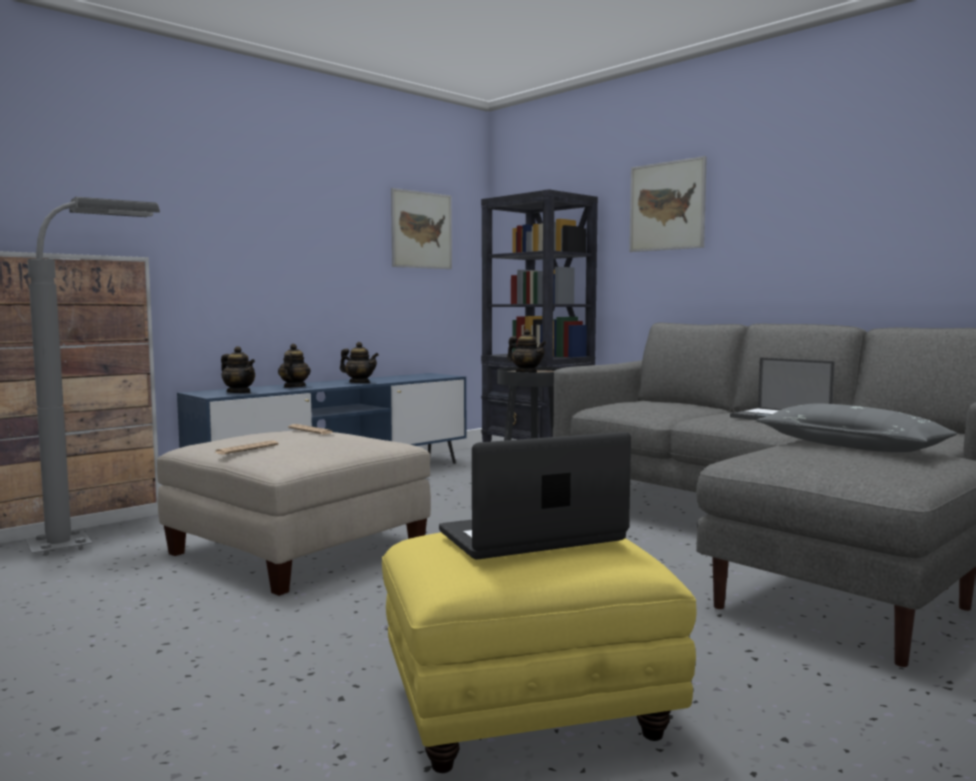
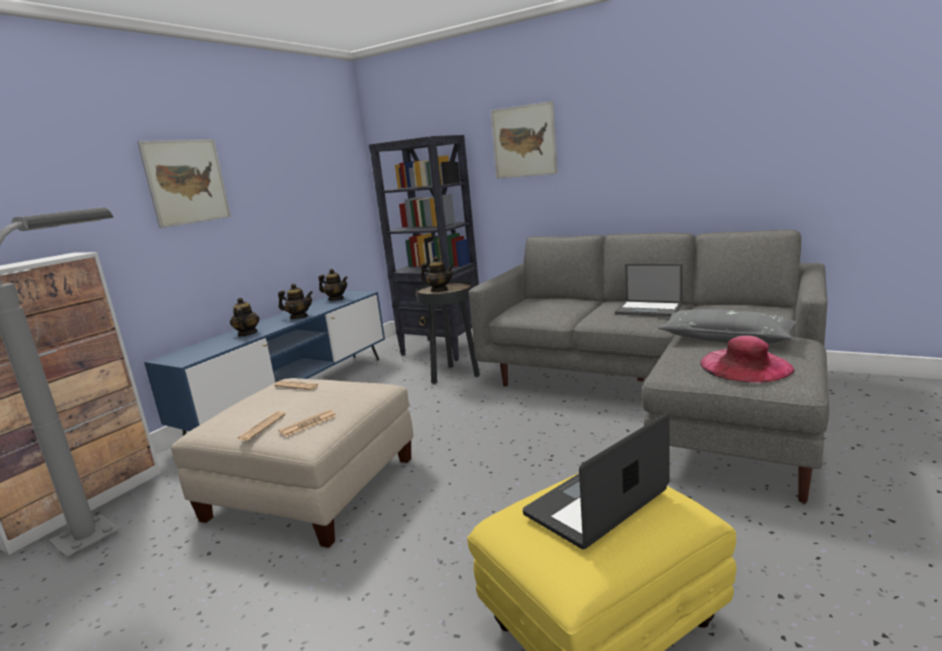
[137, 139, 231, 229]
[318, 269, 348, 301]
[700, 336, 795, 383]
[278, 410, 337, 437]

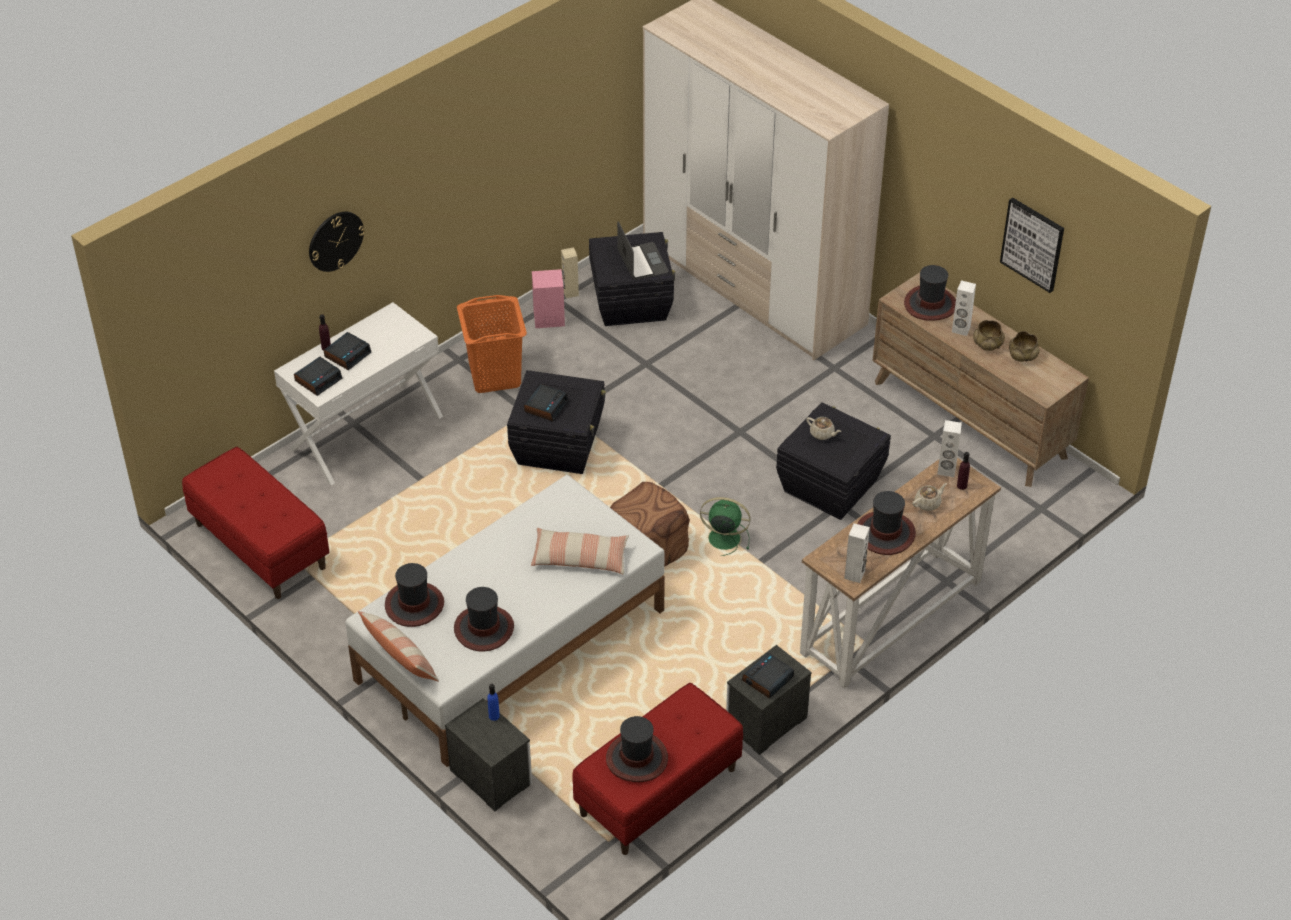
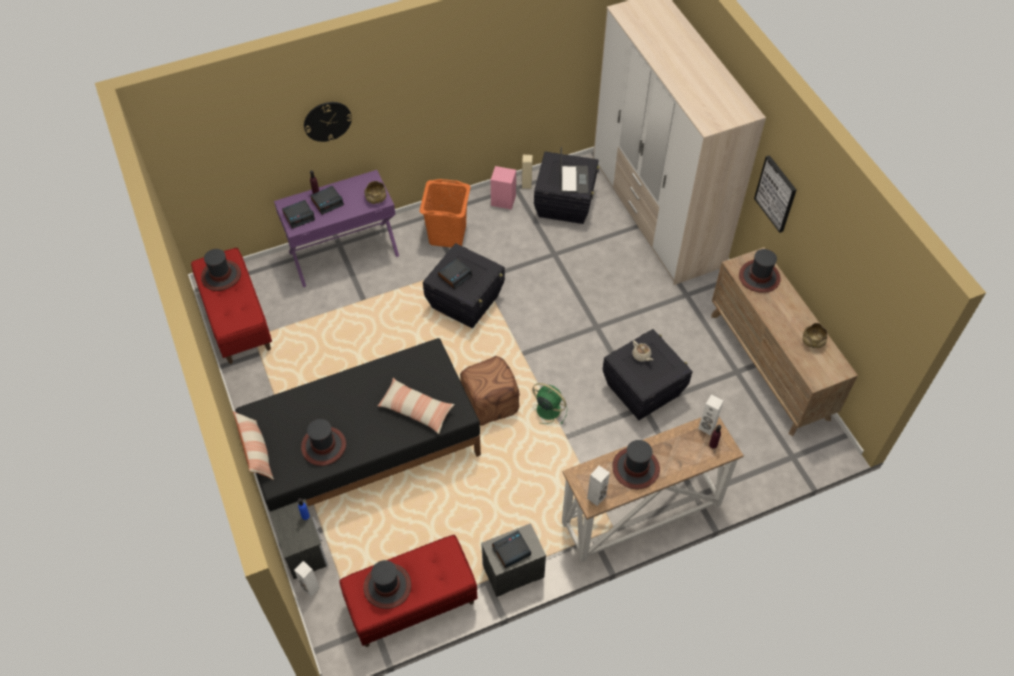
[754, 155, 796, 233]
[294, 561, 320, 597]
[274, 170, 399, 287]
[364, 181, 386, 204]
[236, 338, 481, 511]
[912, 483, 947, 511] (first image)
[201, 249, 241, 291]

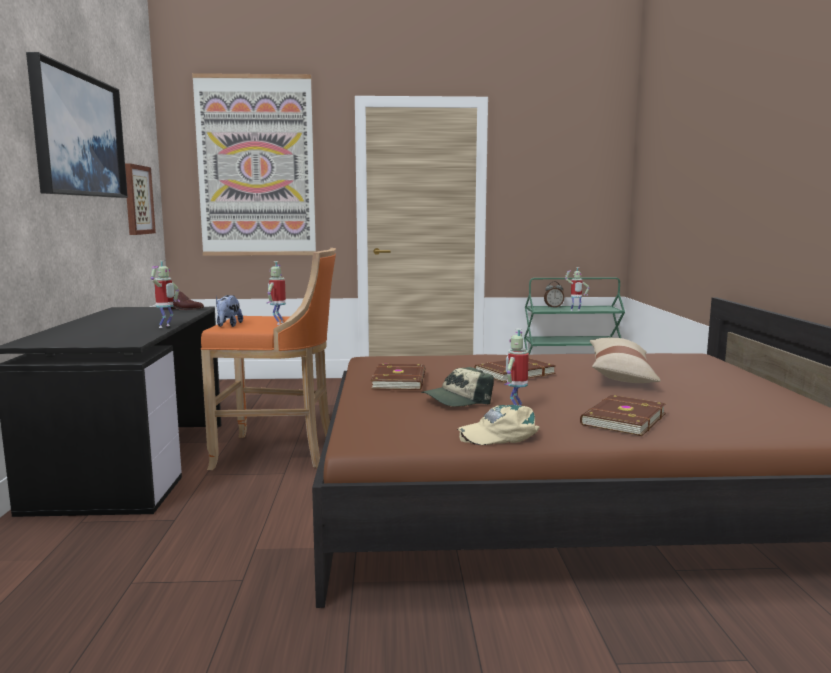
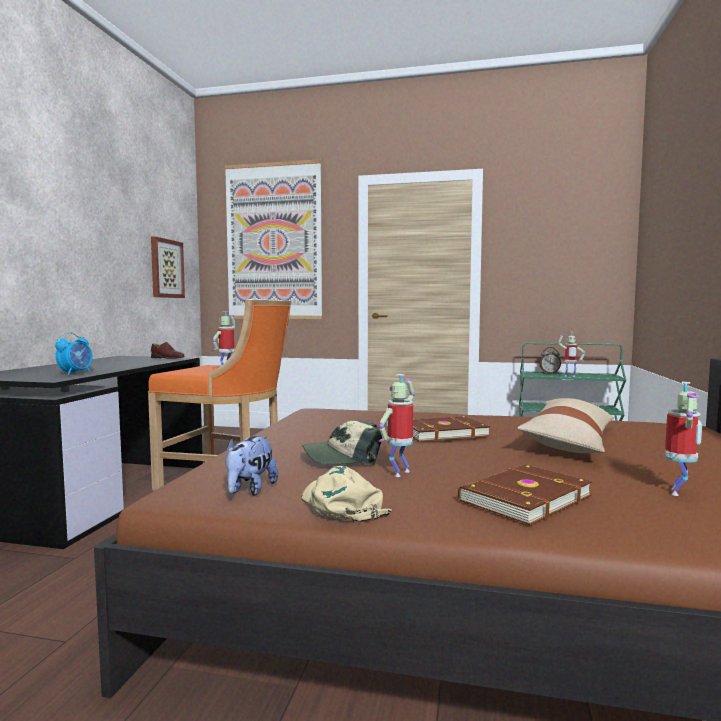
[26, 52, 128, 198] (first image)
[665, 382, 702, 496]
[226, 436, 278, 496]
[371, 364, 425, 390] (first image)
[301, 466, 391, 522]
[55, 332, 93, 375]

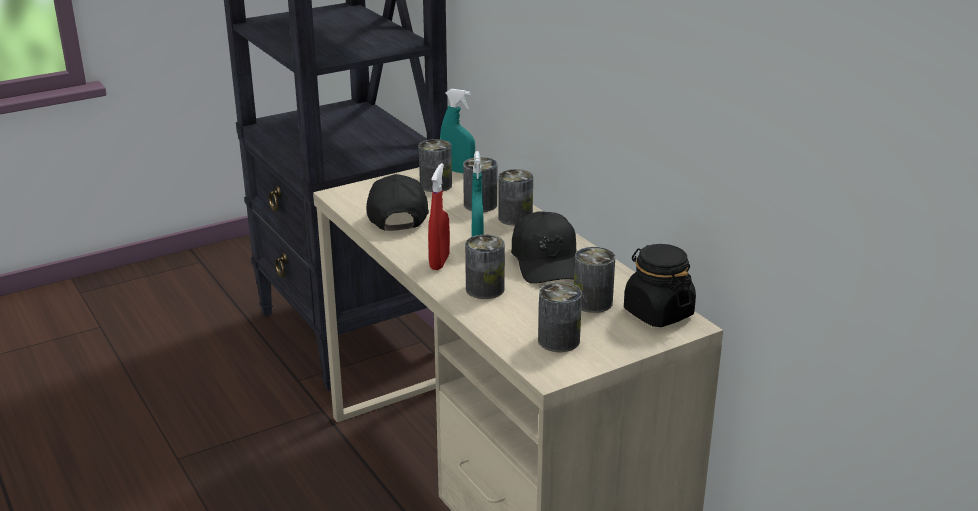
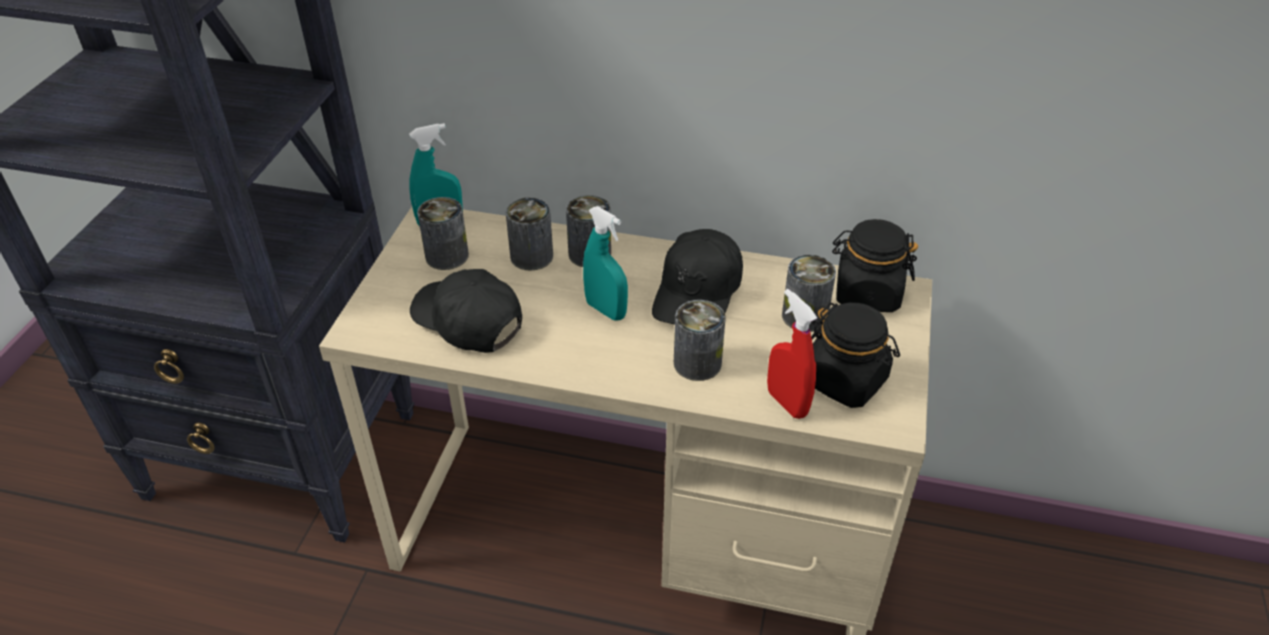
[767, 289, 817, 419]
[652, 229, 743, 324]
[811, 302, 900, 408]

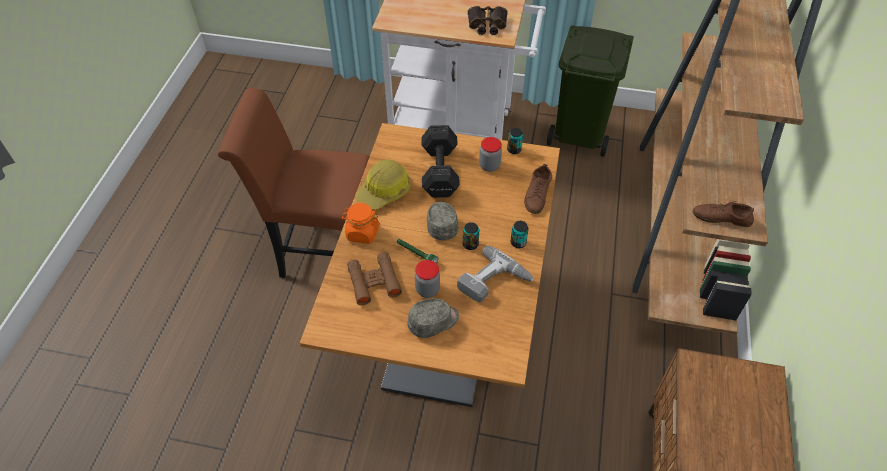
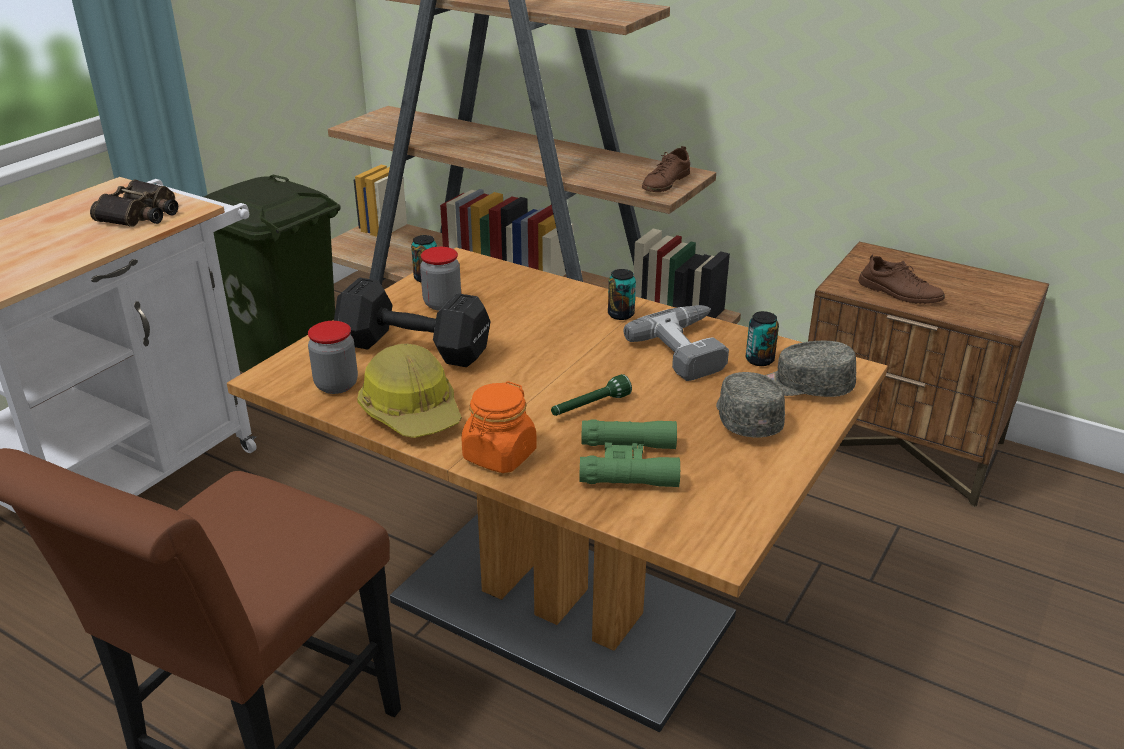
[858, 254, 945, 304]
[765, 341, 856, 397]
[746, 311, 779, 366]
[579, 419, 680, 487]
[308, 321, 358, 394]

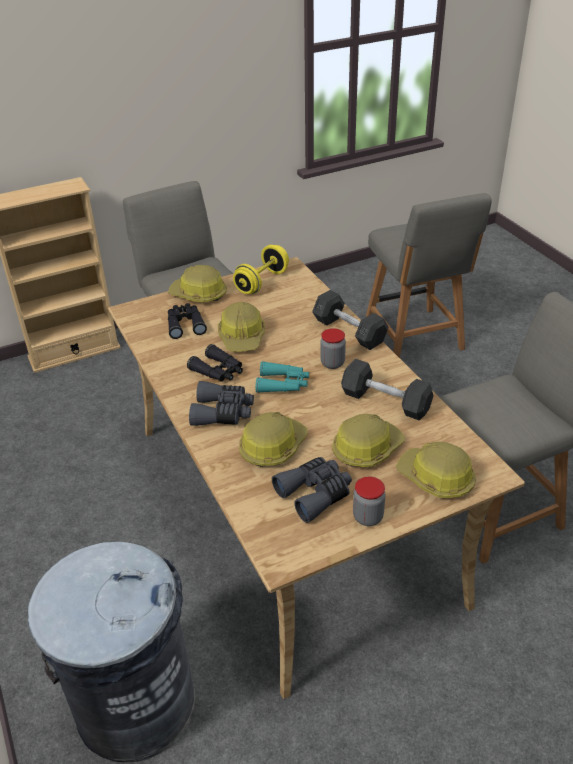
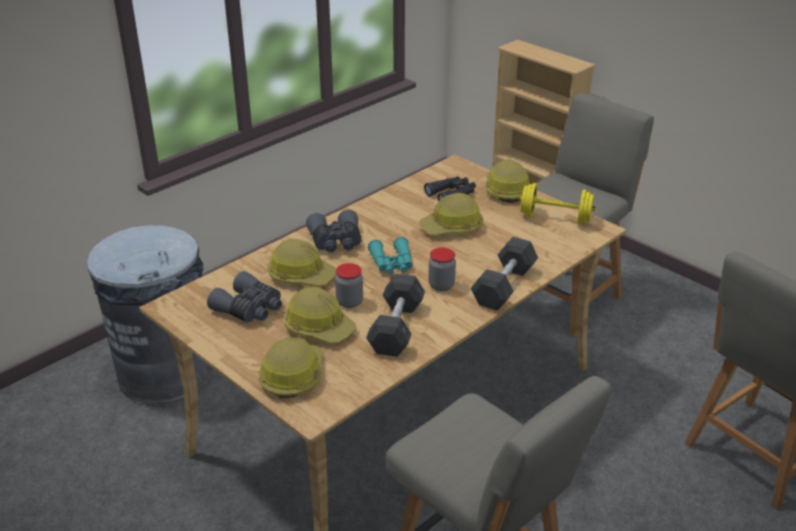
[187, 344, 243, 382] (first image)
[335, 263, 363, 308]

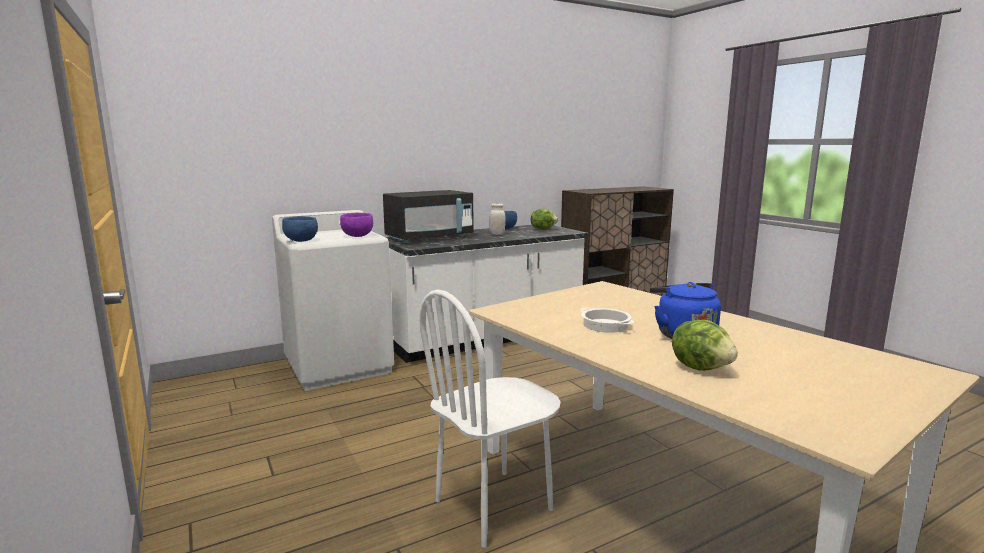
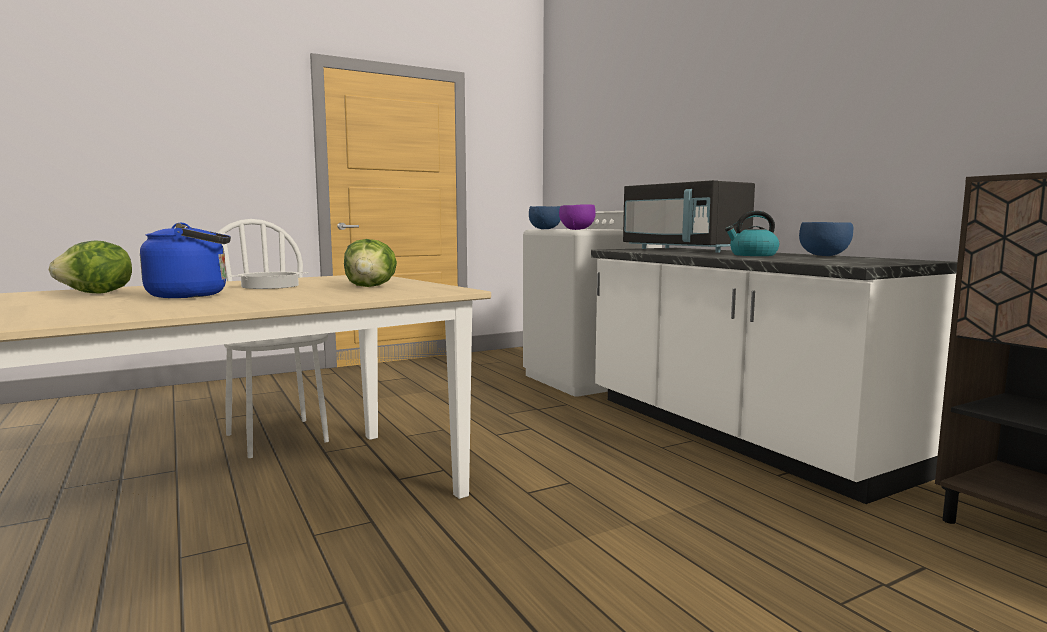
[725, 211, 779, 256]
[344, 239, 397, 287]

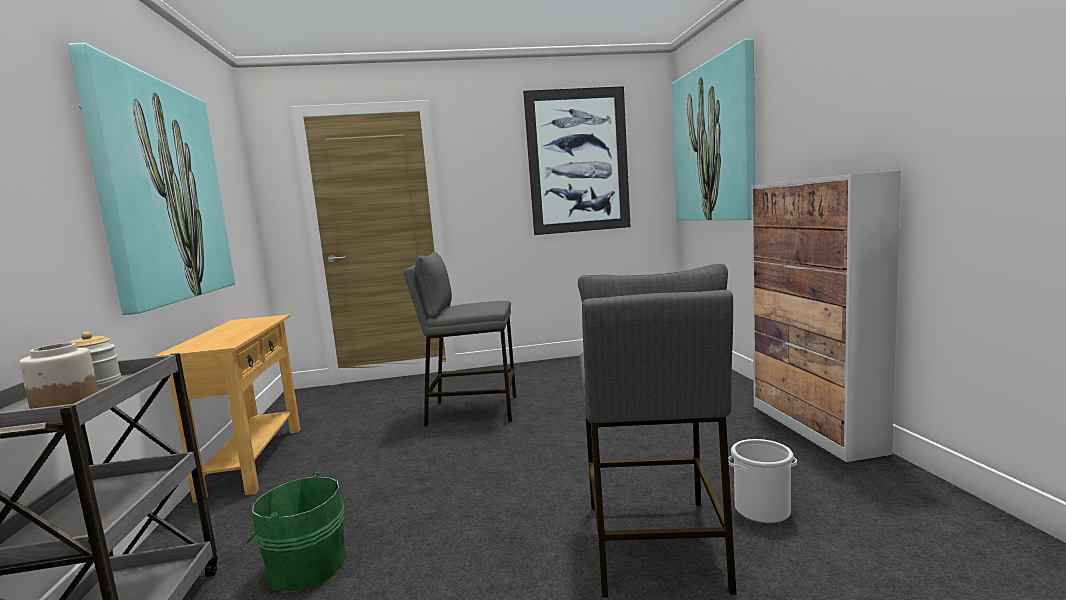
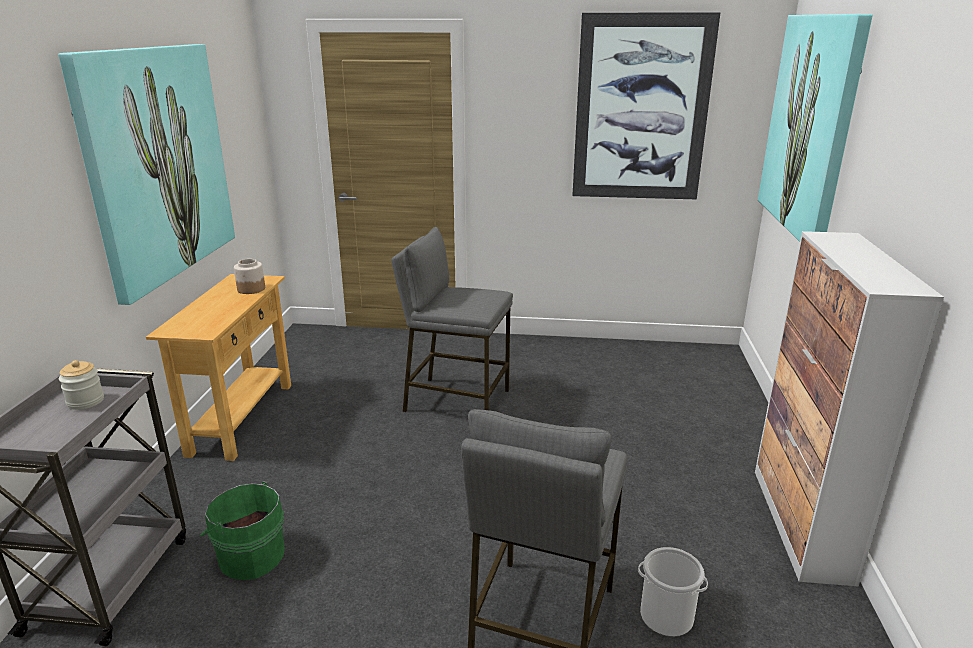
[234, 259, 265, 294]

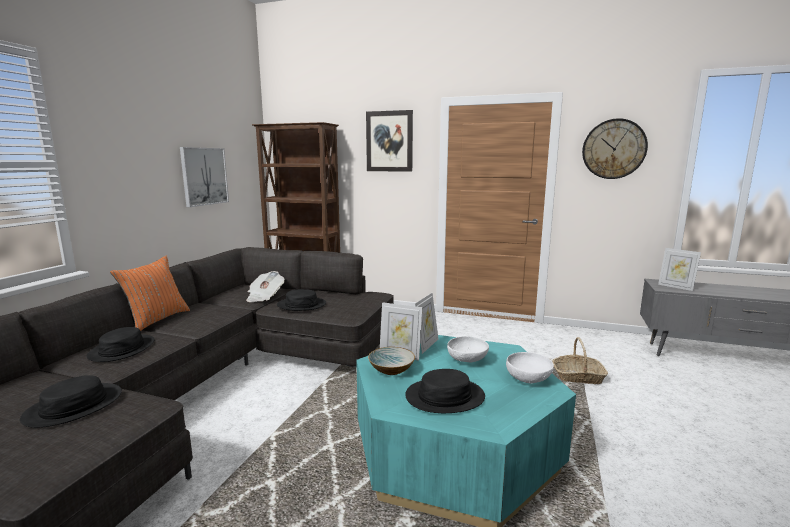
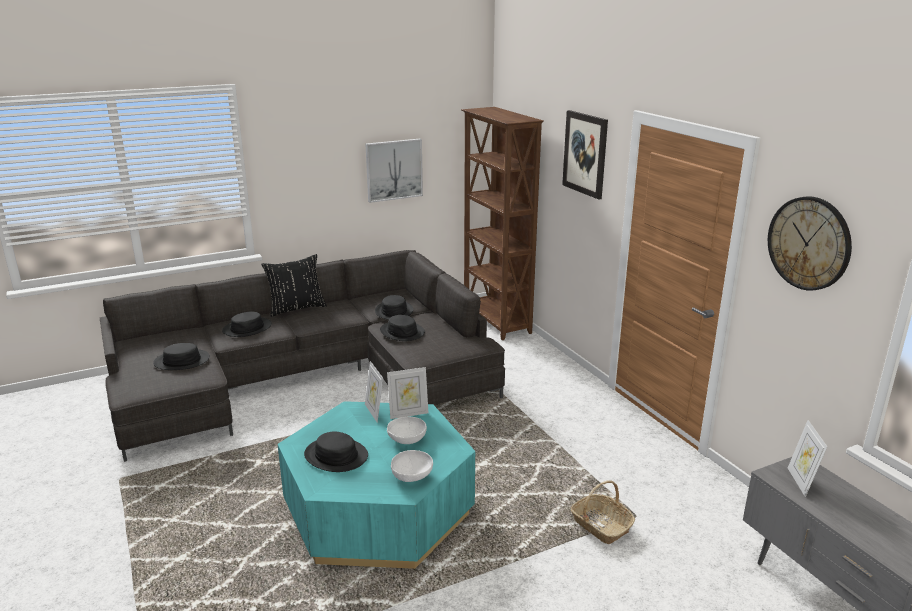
[261, 254, 327, 317]
[375, 295, 413, 320]
[368, 347, 415, 375] (first image)

